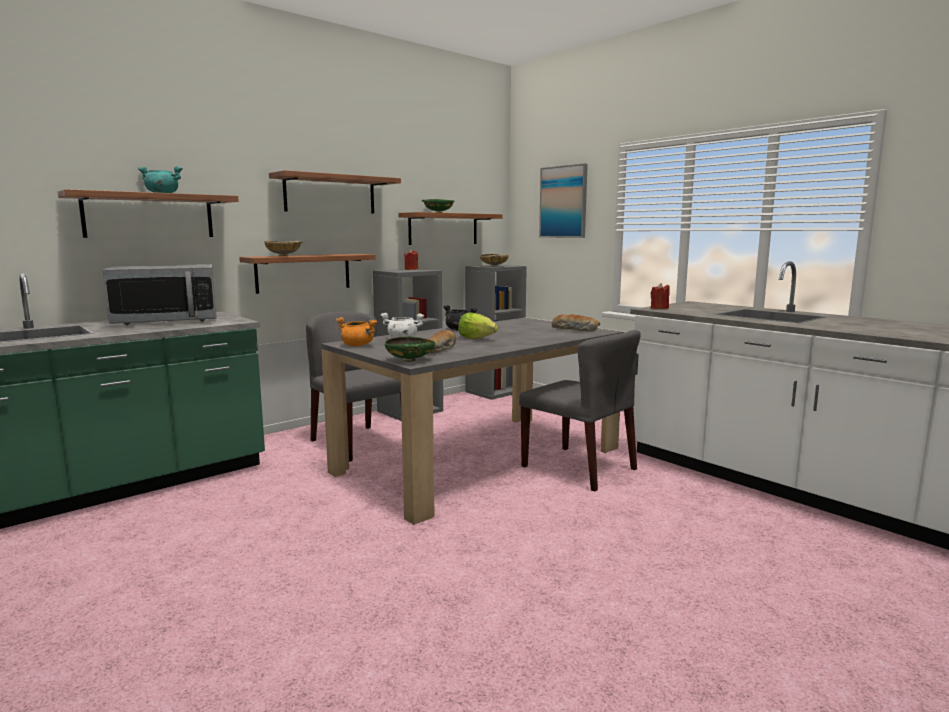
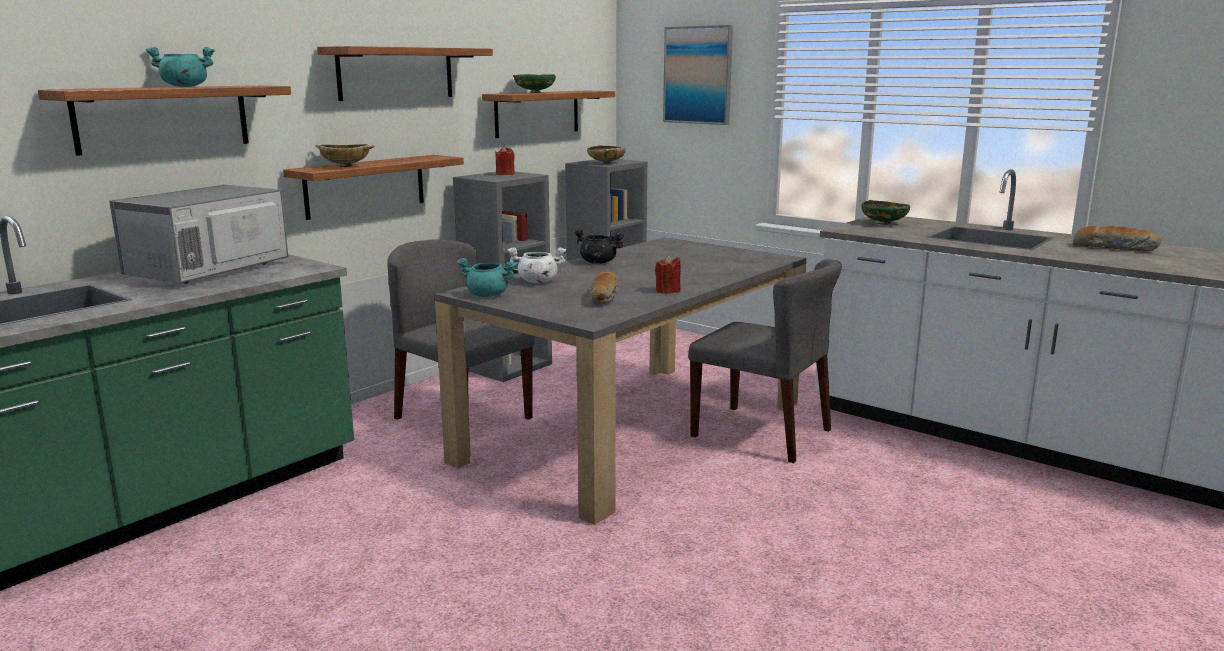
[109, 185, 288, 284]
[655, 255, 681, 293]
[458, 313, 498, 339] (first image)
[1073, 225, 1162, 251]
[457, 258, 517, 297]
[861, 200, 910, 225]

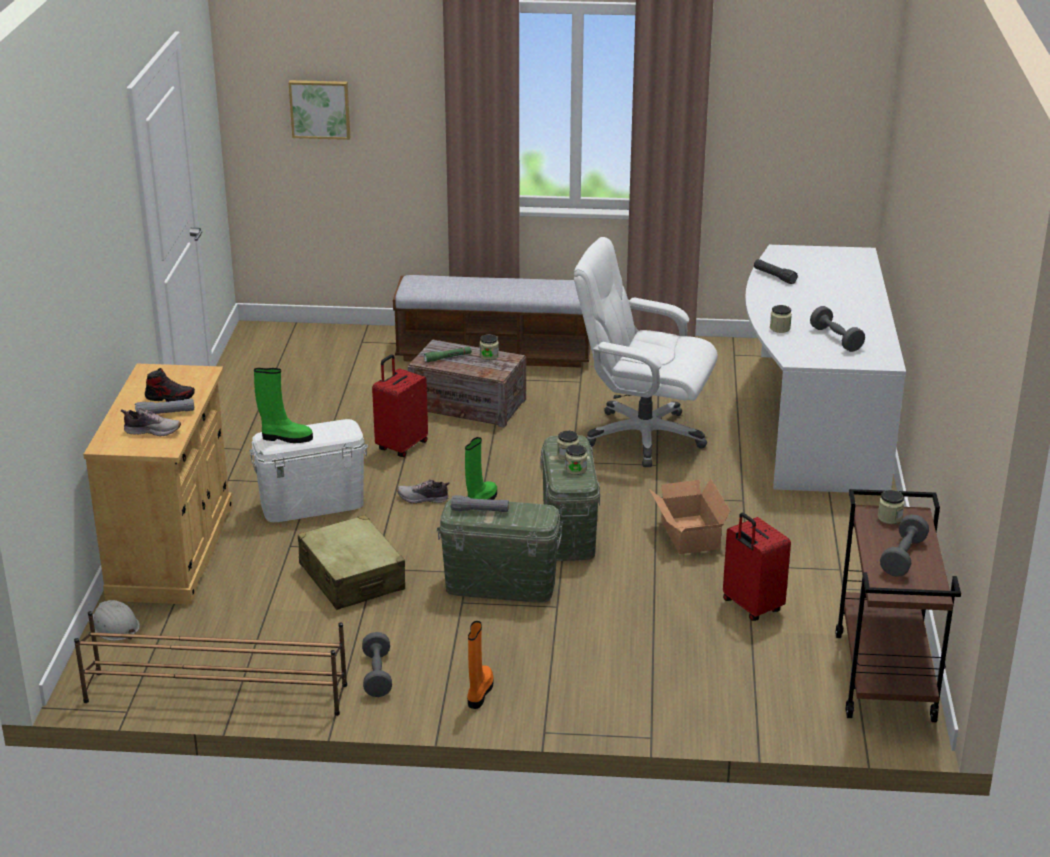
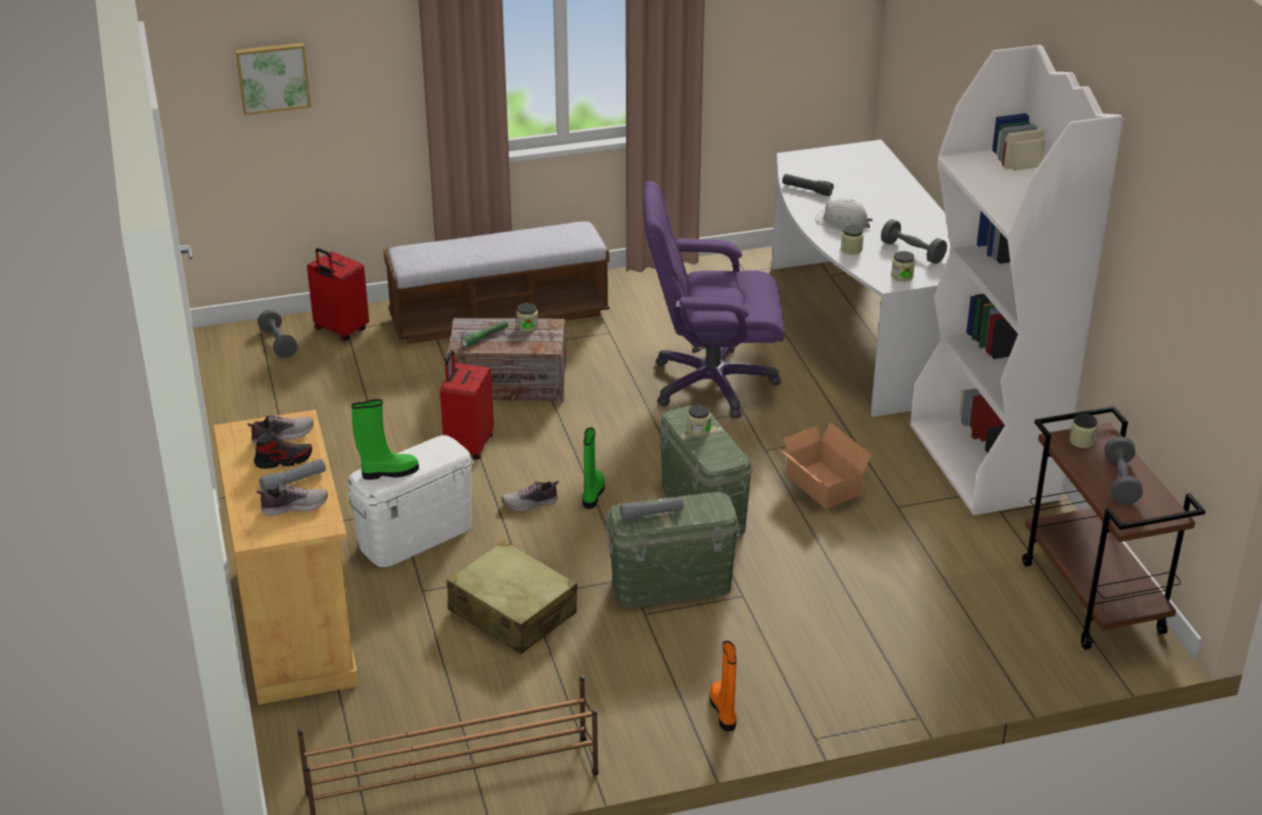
[643, 181, 784, 419]
[891, 251, 915, 282]
[307, 248, 369, 341]
[815, 198, 873, 231]
[258, 309, 298, 358]
[910, 45, 1123, 515]
[247, 415, 314, 445]

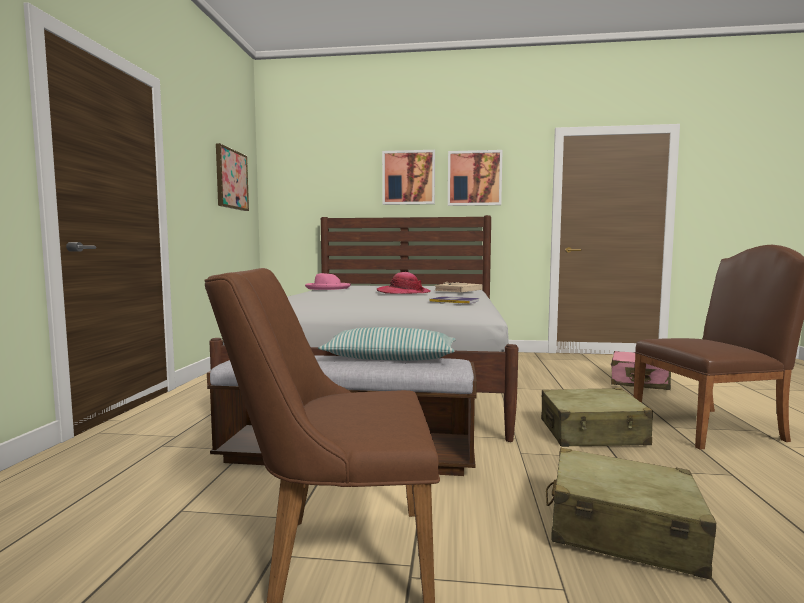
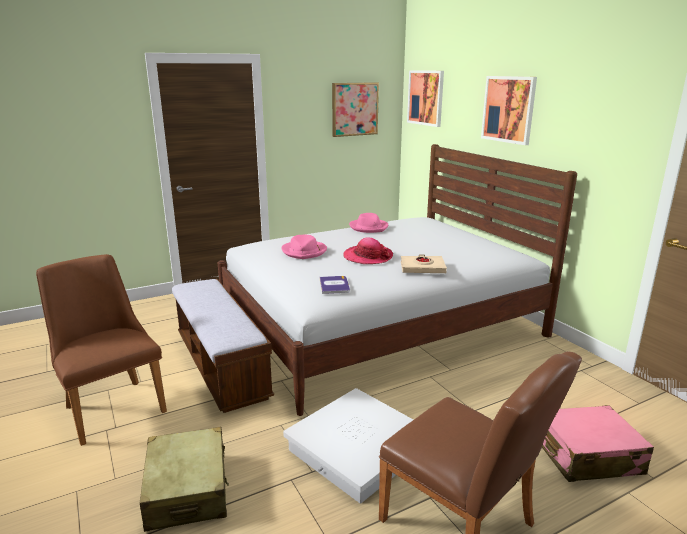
[407, 70, 444, 127]
[318, 327, 456, 361] (first image)
[283, 388, 413, 504]
[281, 235, 327, 259]

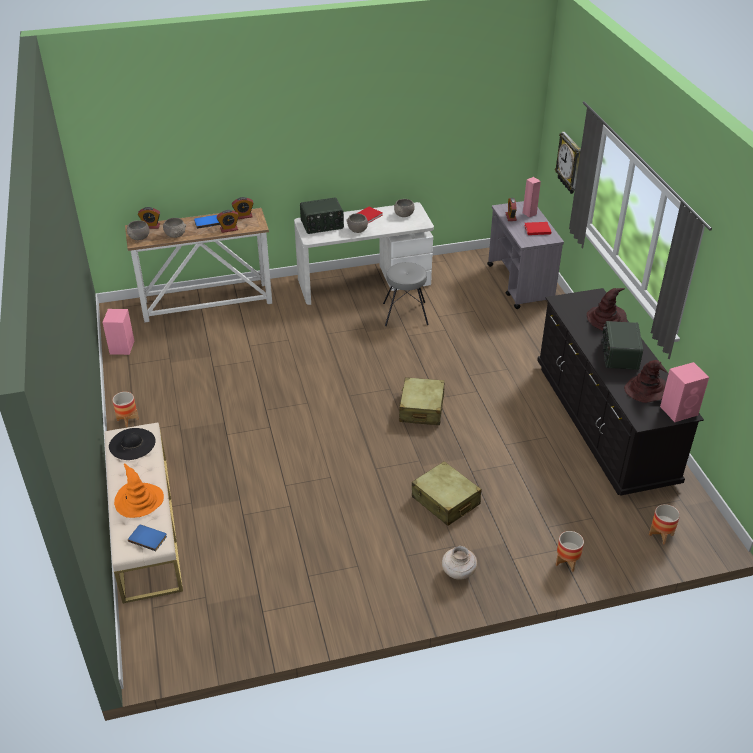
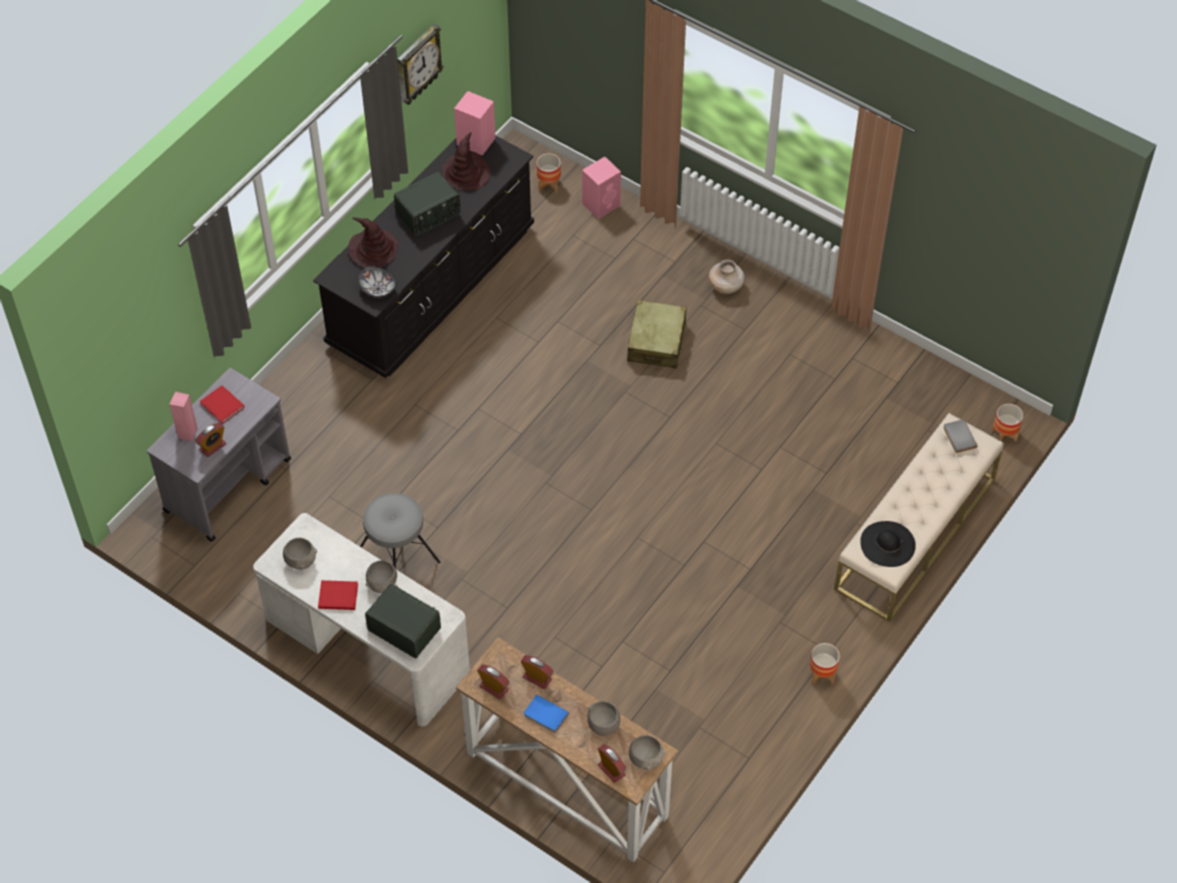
[397, 23, 444, 105]
[582, 157, 621, 219]
[399, 377, 445, 425] (first image)
[114, 463, 164, 518] (first image)
[943, 419, 978, 453]
[992, 404, 1023, 442]
[358, 266, 396, 297]

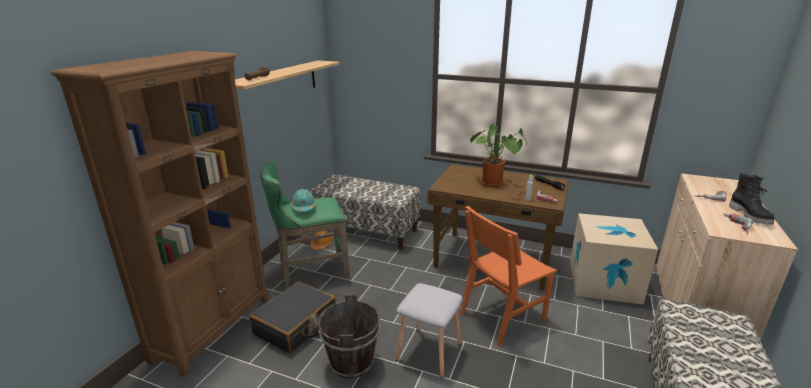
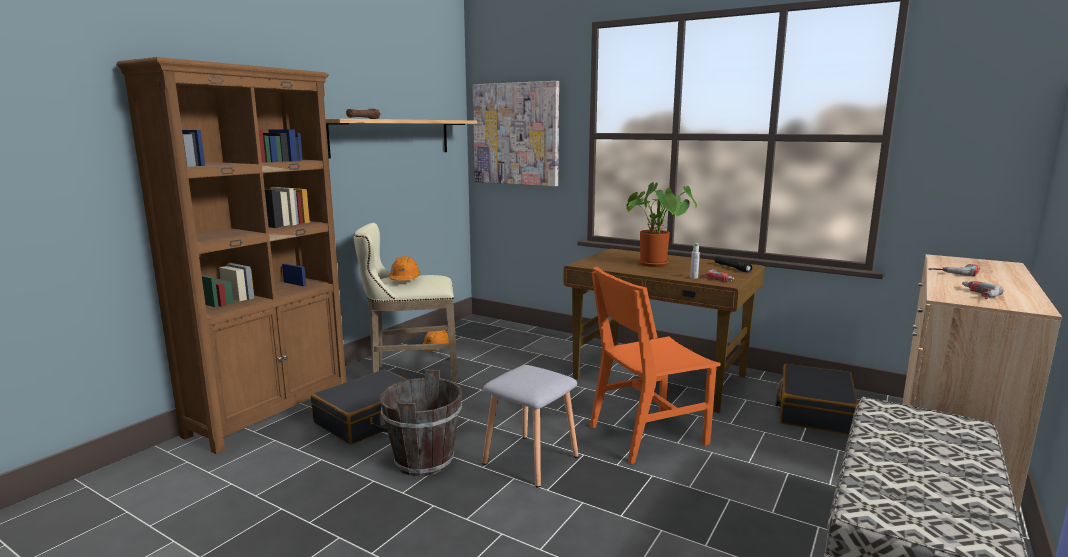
[353, 223, 458, 382]
[729, 173, 775, 225] (first image)
[309, 174, 420, 250] (first image)
[389, 256, 421, 281]
[775, 364, 858, 435]
[473, 81, 559, 187]

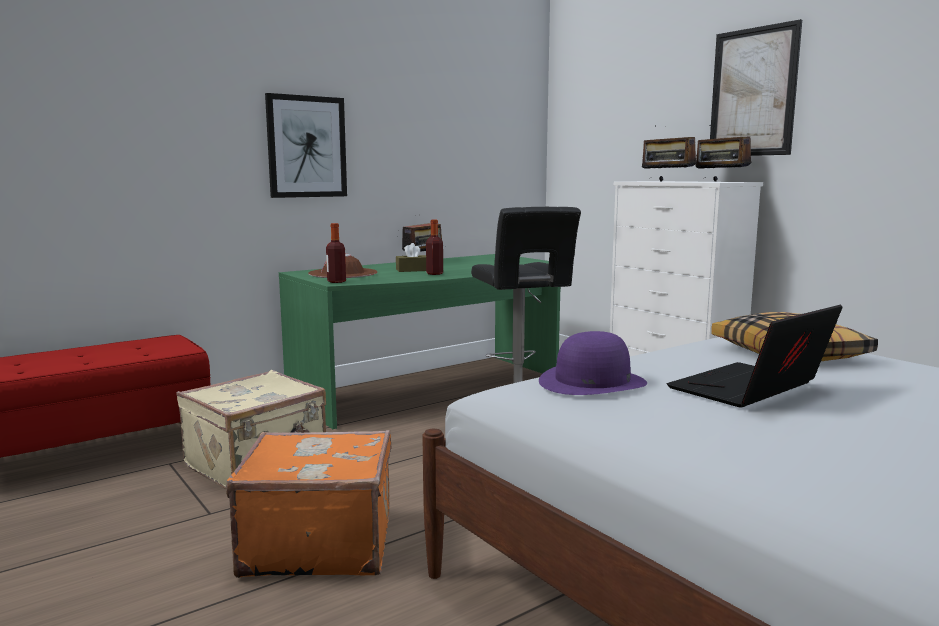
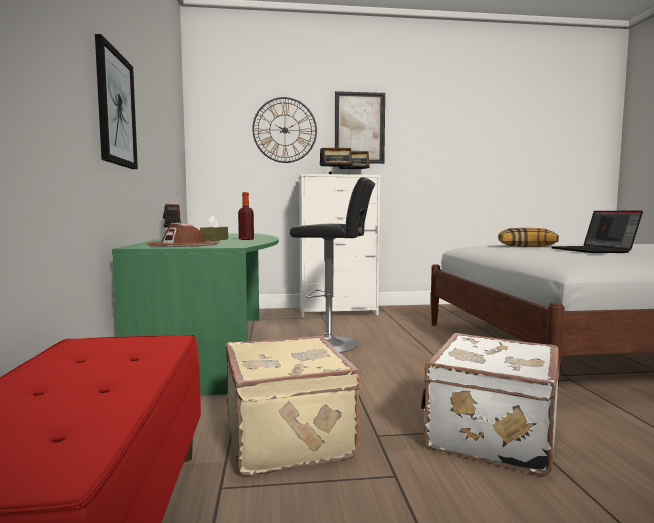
[326, 223, 346, 283] (first image)
[539, 331, 647, 395] (first image)
[421, 333, 559, 475]
[252, 97, 317, 163]

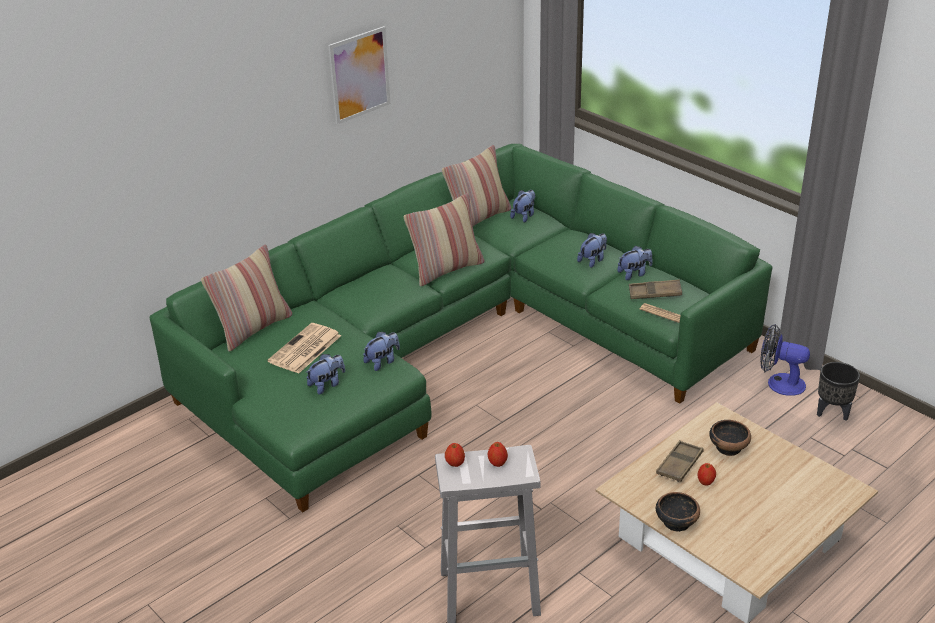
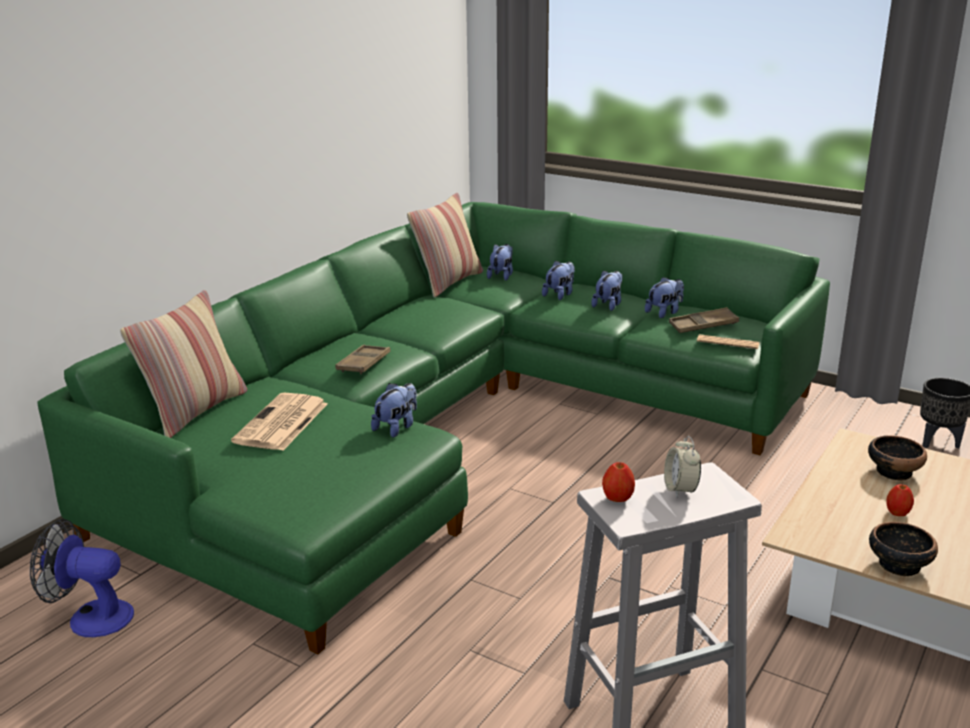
[328, 26, 390, 125] (first image)
[404, 193, 484, 287] (first image)
[30, 519, 134, 637]
[542, 261, 575, 300]
[335, 345, 391, 374]
[664, 436, 701, 497]

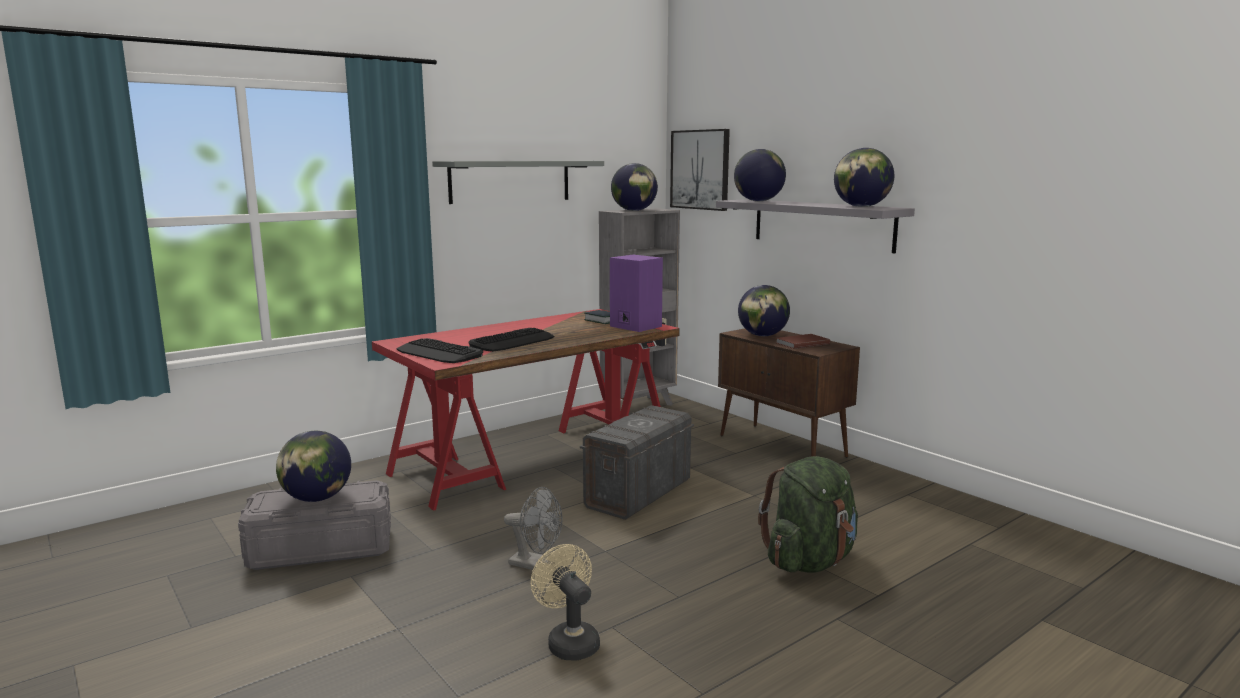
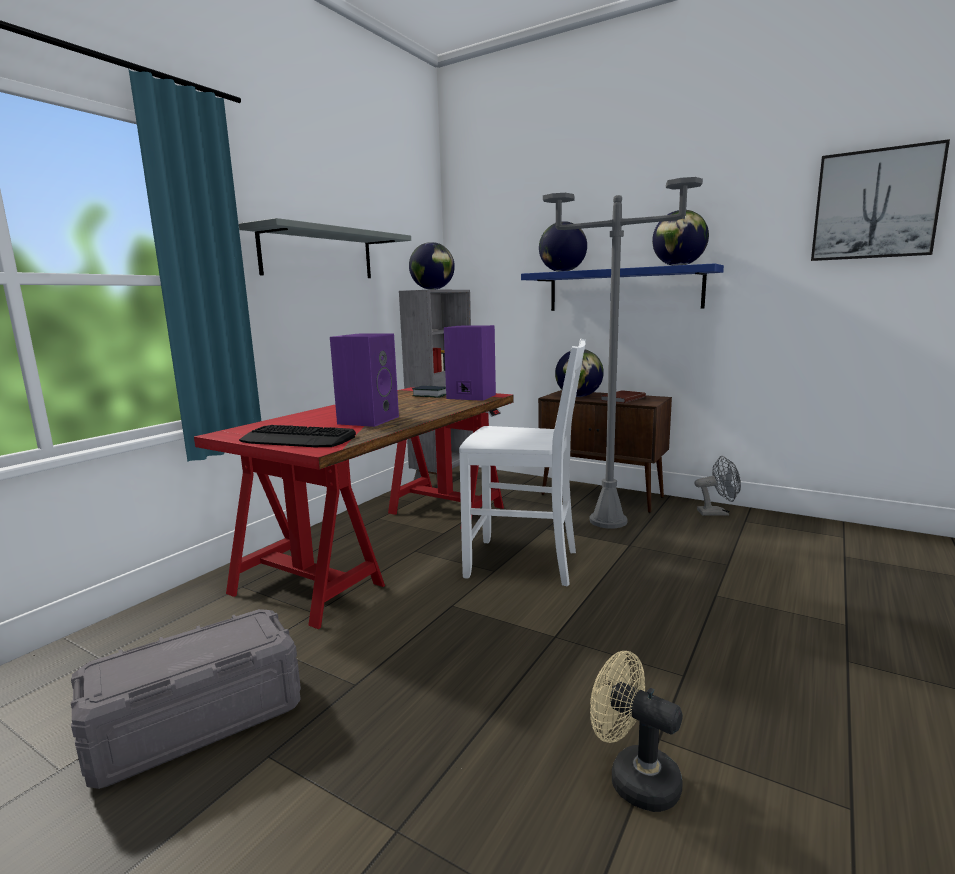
[811, 139, 950, 261]
[521, 263, 724, 311]
[330, 333, 399, 427]
[459, 339, 586, 586]
[276, 431, 351, 502] (first image)
[758, 456, 858, 573] (first image)
[695, 456, 741, 516]
[543, 177, 703, 528]

